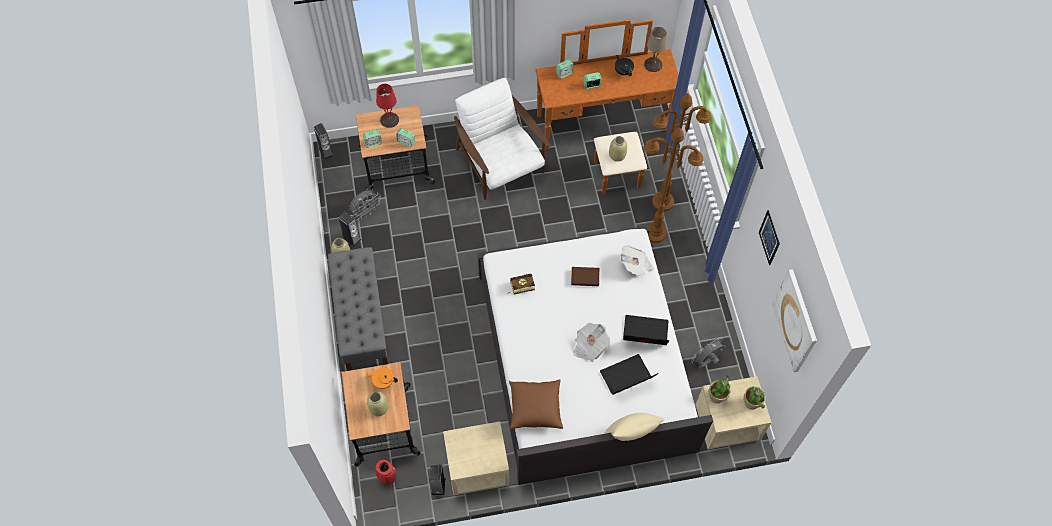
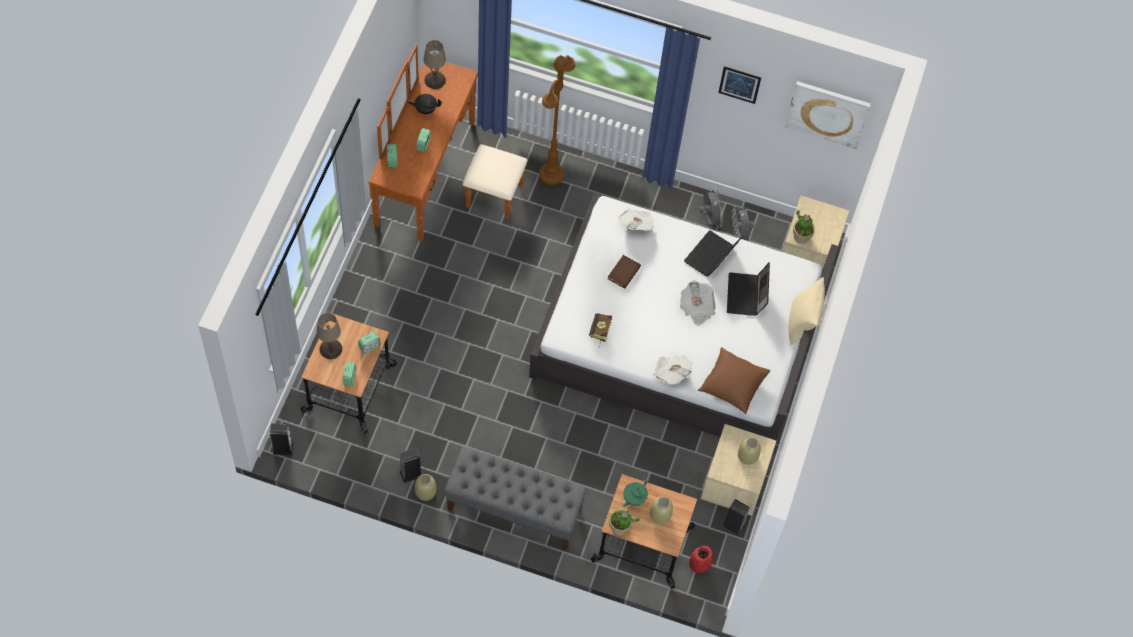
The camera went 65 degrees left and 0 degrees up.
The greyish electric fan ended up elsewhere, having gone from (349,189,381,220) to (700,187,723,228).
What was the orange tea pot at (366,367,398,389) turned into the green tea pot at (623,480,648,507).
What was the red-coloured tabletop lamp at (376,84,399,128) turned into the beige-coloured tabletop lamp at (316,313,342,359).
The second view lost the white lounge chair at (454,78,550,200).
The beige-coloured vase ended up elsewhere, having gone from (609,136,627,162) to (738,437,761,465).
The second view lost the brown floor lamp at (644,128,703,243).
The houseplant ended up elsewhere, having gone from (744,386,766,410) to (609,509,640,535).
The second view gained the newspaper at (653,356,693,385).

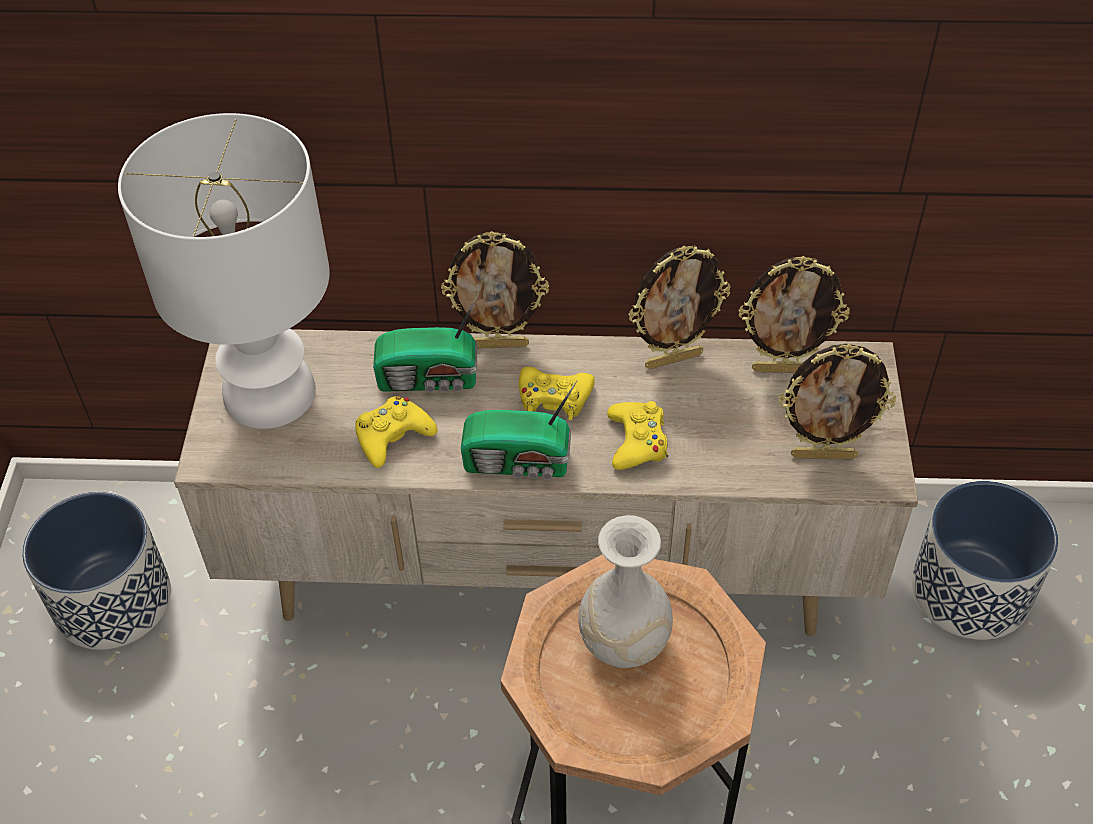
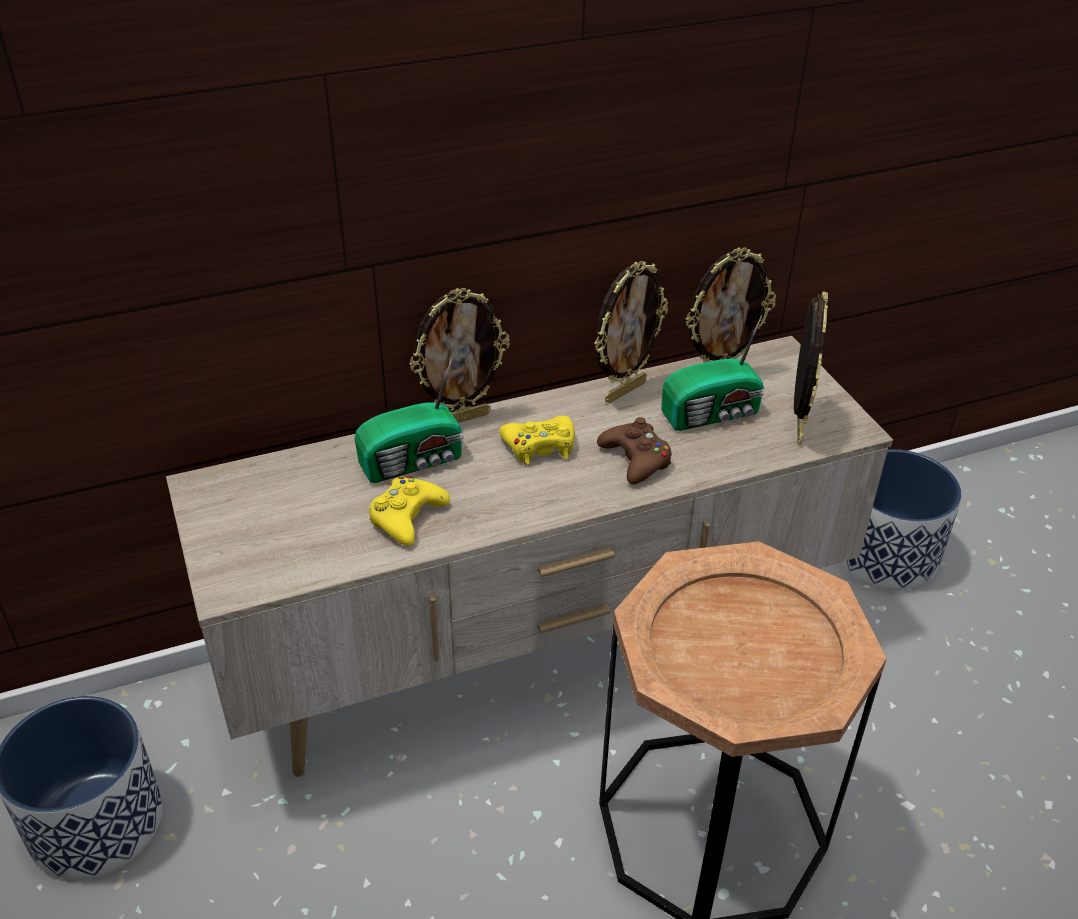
The camera went 25 degrees left and 10 degrees down.
The second view lost the white tabletop lamp at (118,113,330,429).
The radio ended up elsewhere, having gone from (461,381,577,480) to (661,315,765,431).
The second view lost the white vase at (578,515,673,668).
What was the yellowish joypad at (607,401,668,470) turned into the brown joypad at (597,417,672,485).
The picture frame at (779,344,896,459) ended up facing another way, 60 degrees counterclockwise from before.

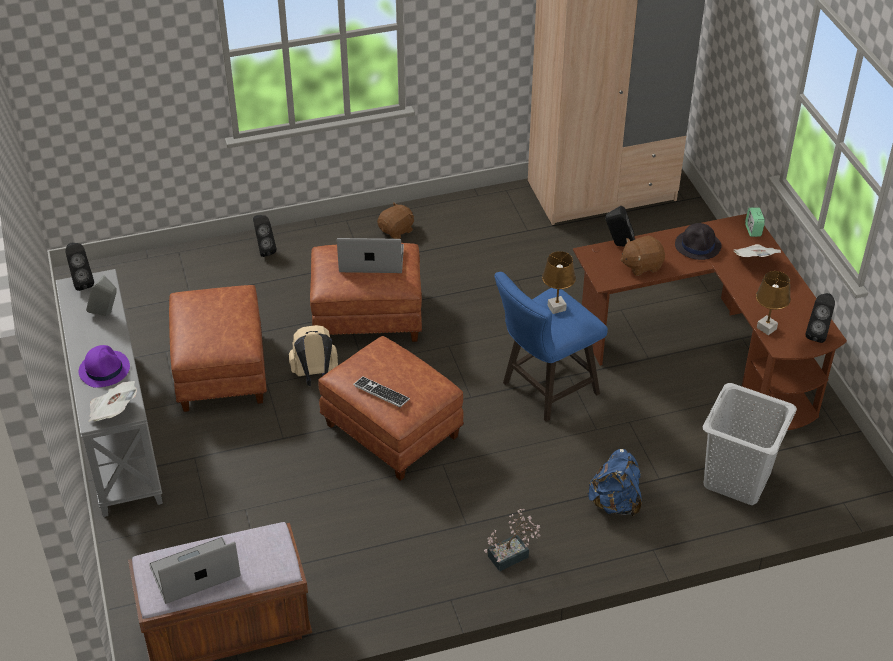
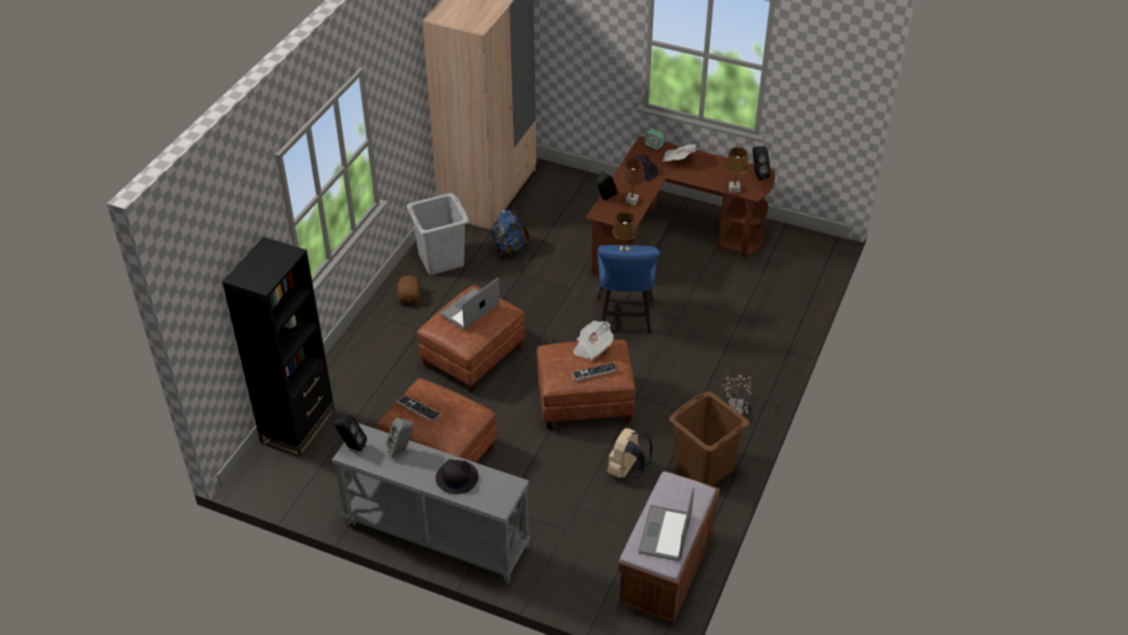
The camera went 50 degrees left and 0 degrees up.
What was the purple hat at (79,345,130,388) turned into the black hat at (436,459,478,494).
The newspaper ended up elsewhere, having gone from (89,381,137,422) to (573,321,614,361).
The second view lost the black speaker at (253,215,277,257).
The beige-coloured knapsack ended up elsewhere, having gone from (289,325,338,386) to (607,428,653,479).
The bluish knapsack ended up elsewhere, having gone from (588,449,642,516) to (491,210,530,255).
Where the brown cuddly toy stood at (620,236,665,276), the brown tabletop lamp came to stand at (621,159,645,205).
The greyish laundry basket ended up elsewhere, having gone from (703,383,797,505) to (406,193,469,275).
The second view gained the black bookshelf at (222,237,335,457).
The second view gained the computer keyboard at (397,395,441,421).
The second view gained the brown laundry basket at (669,391,750,486).

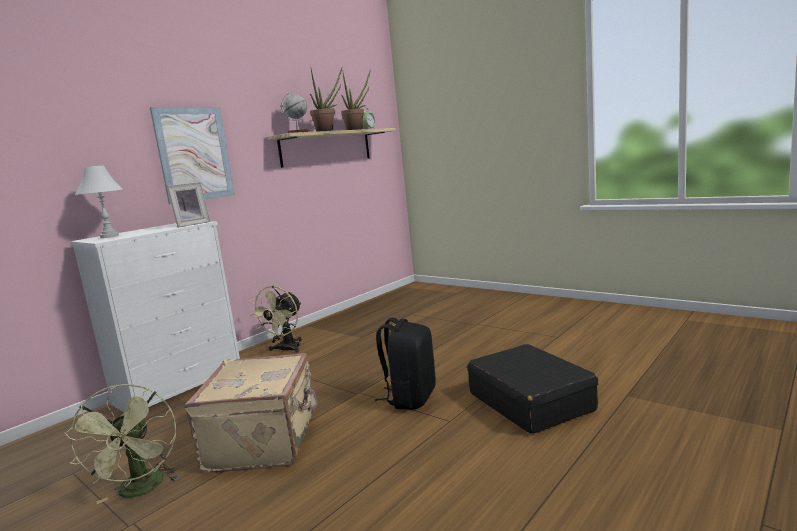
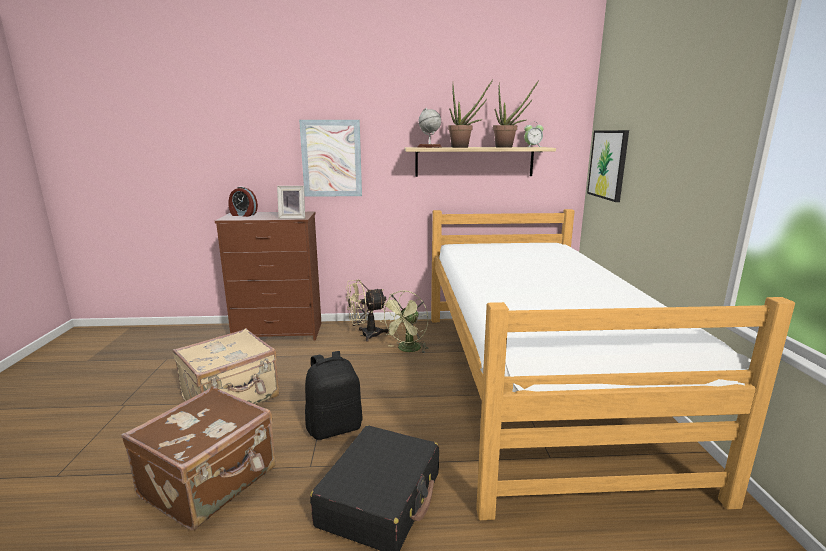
The camera went 45 degrees right and 5 degrees up.
The green electric fan ended up elsewhere, having gone from (64,384,179,504) to (379,291,429,354).
What was the white drawer chest at (70,222,240,413) turned into the brown drawer chest at (215,212,321,341).
Where the white tabletop lamp stood at (75,166,124,238), the table clock came to stand at (229,187,258,217).
The second view gained the brown travel case at (121,386,276,530).
The second view gained the sleeping bed at (431,209,795,520).
The second view gained the wall picture at (587,130,629,202).

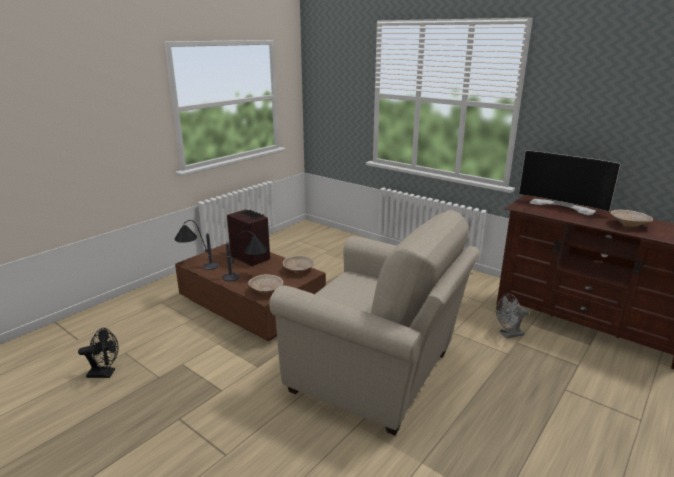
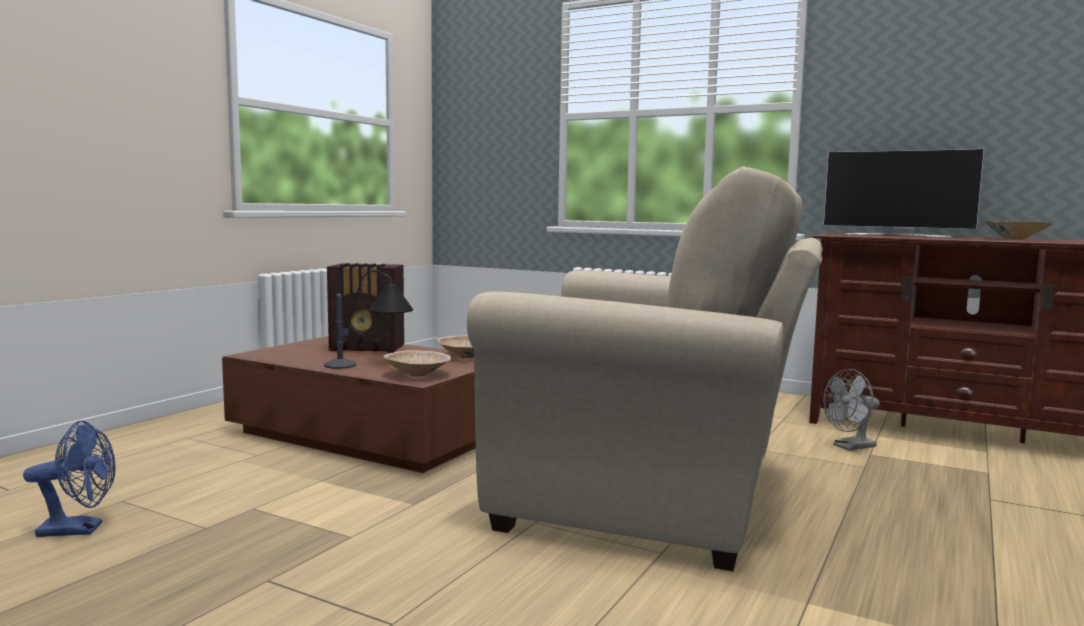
The camera went 10 degrees left and 15 degrees down.
What was the black electric fan at (78,328,118,378) turned into the bluish electric fan at (23,420,116,537).
The second view lost the tabletop lamp at (175,220,219,270).
The radio at (227,209,270,266) ended up facing another way, 150 degrees clockwise from before.

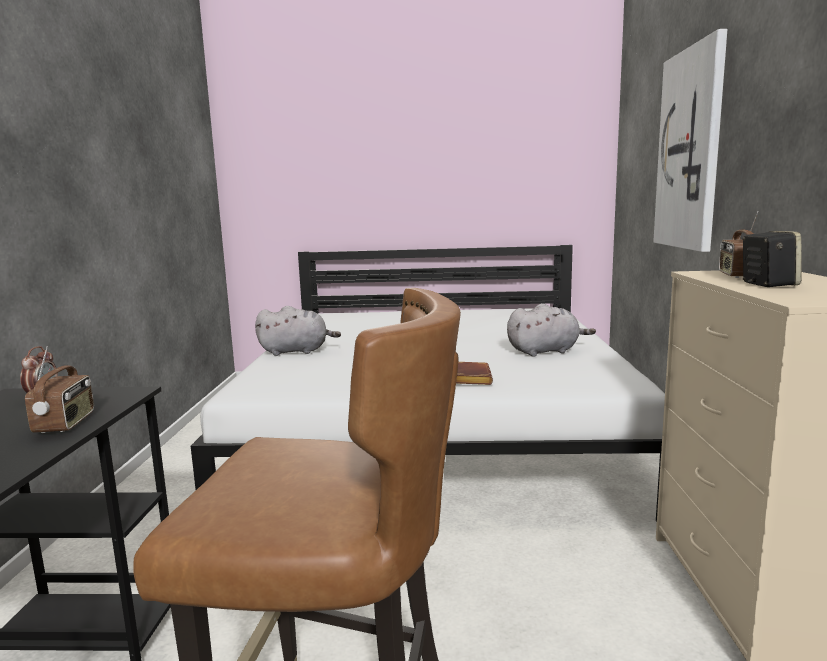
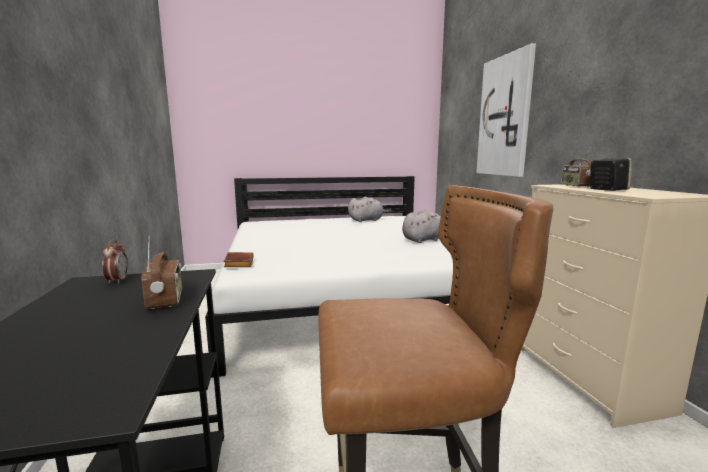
The camera went 15 degrees left and 0 degrees up.
The greyish cuddly toy ended up elsewhere, having gone from (255,306,341,356) to (348,197,392,222).
The brown book ended up elsewhere, having gone from (456,362,493,385) to (224,252,254,267).

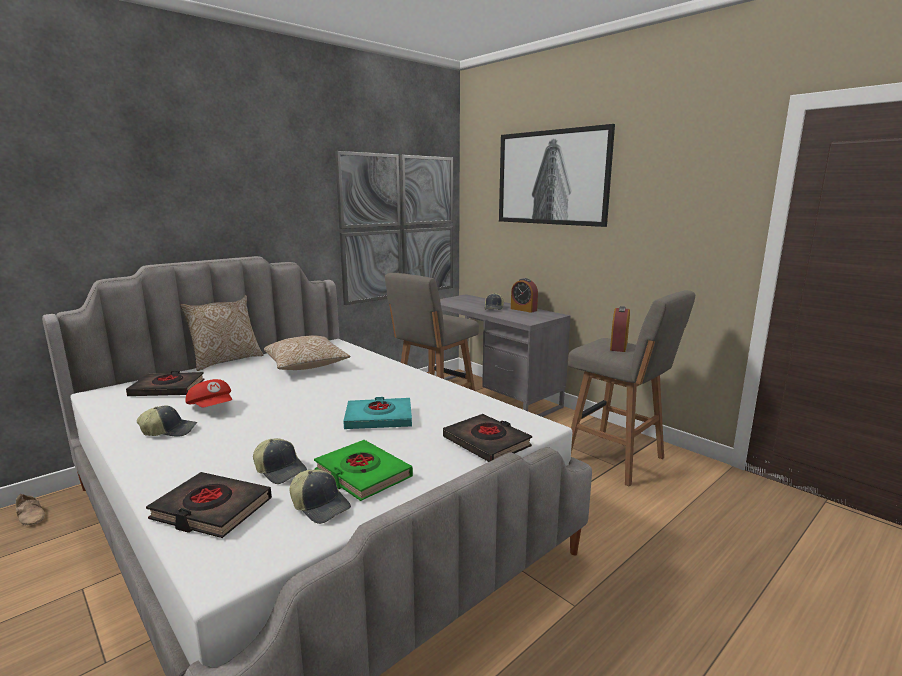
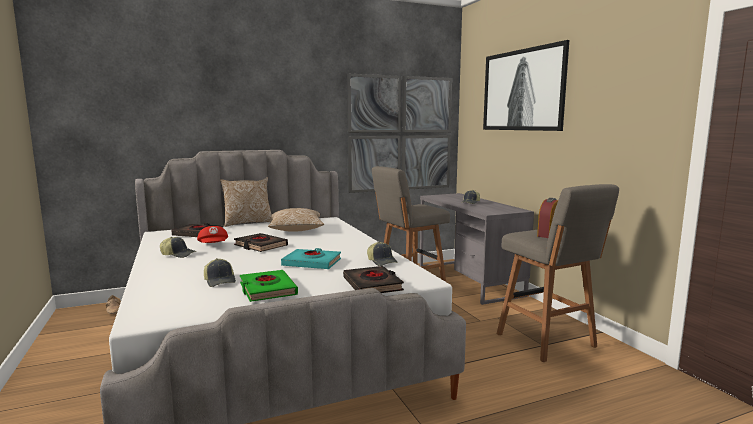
The camera went 20 degrees right and 5 degrees down.
The black book ended up elsewhere, having gone from (146,472,272,538) to (234,233,288,252).
The baseball cap ended up elsewhere, having gone from (289,469,351,524) to (367,242,398,266).
The second view lost the table clock at (511,278,538,313).

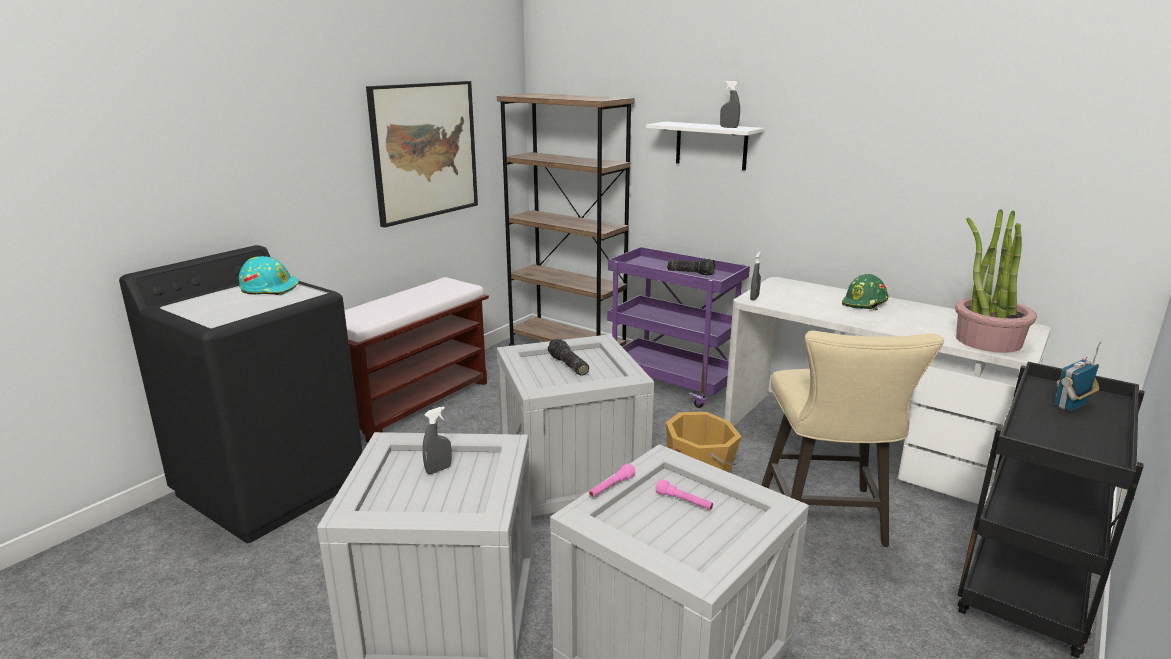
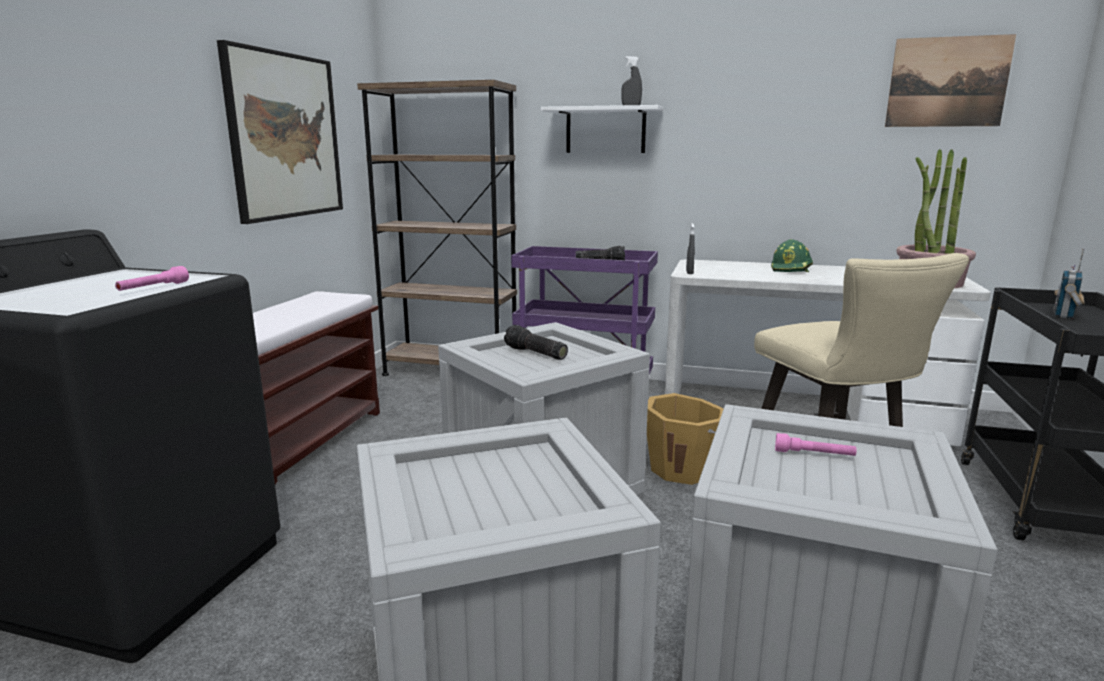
The camera went 20 degrees left and 5 degrees down.
The second view lost the turquoise safety helmet at (239,256,300,295).
The second view lost the greyish spray bottle at (422,406,452,474).
The pink torch ended up elsewhere, having gone from (589,463,635,497) to (115,266,189,291).
The second view gained the wall picture at (885,34,1016,127).

